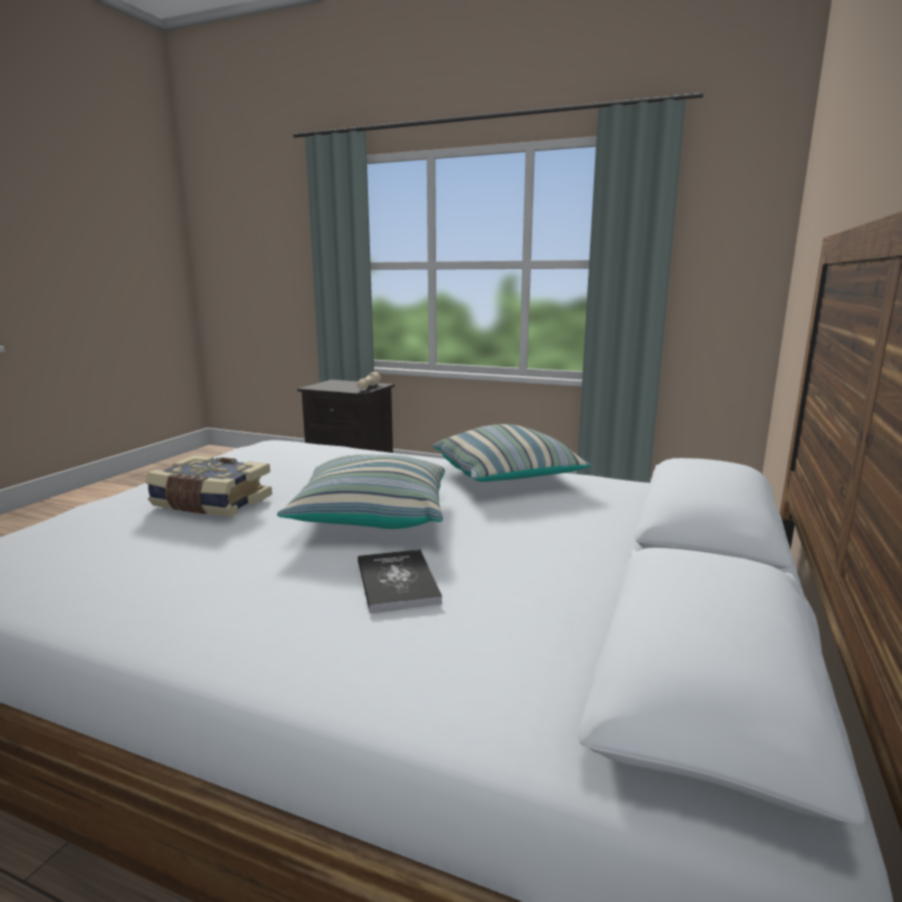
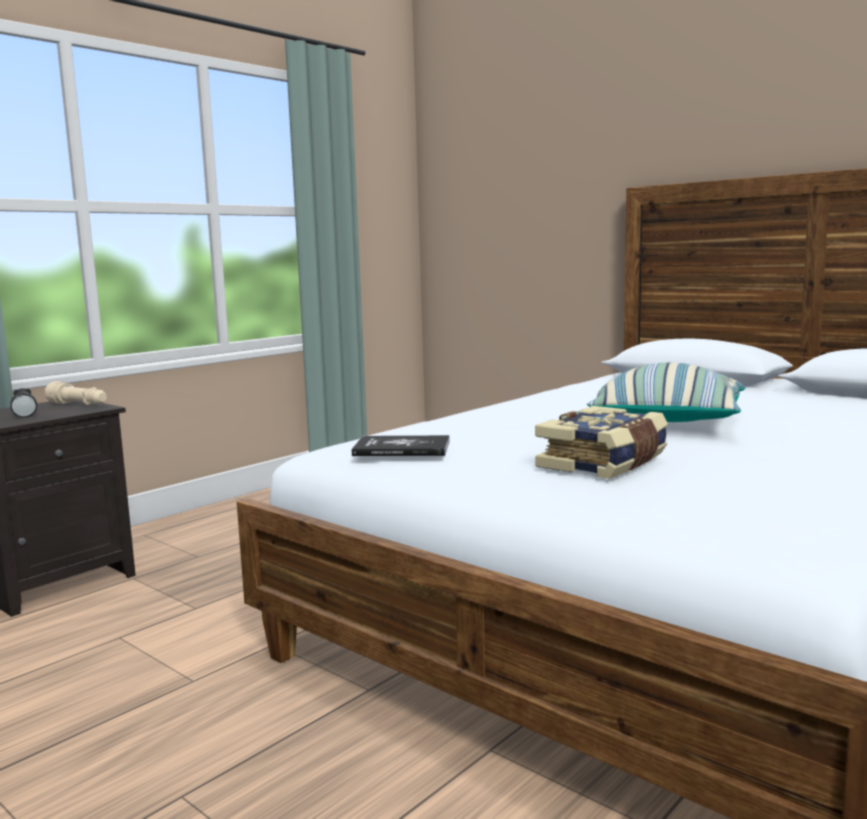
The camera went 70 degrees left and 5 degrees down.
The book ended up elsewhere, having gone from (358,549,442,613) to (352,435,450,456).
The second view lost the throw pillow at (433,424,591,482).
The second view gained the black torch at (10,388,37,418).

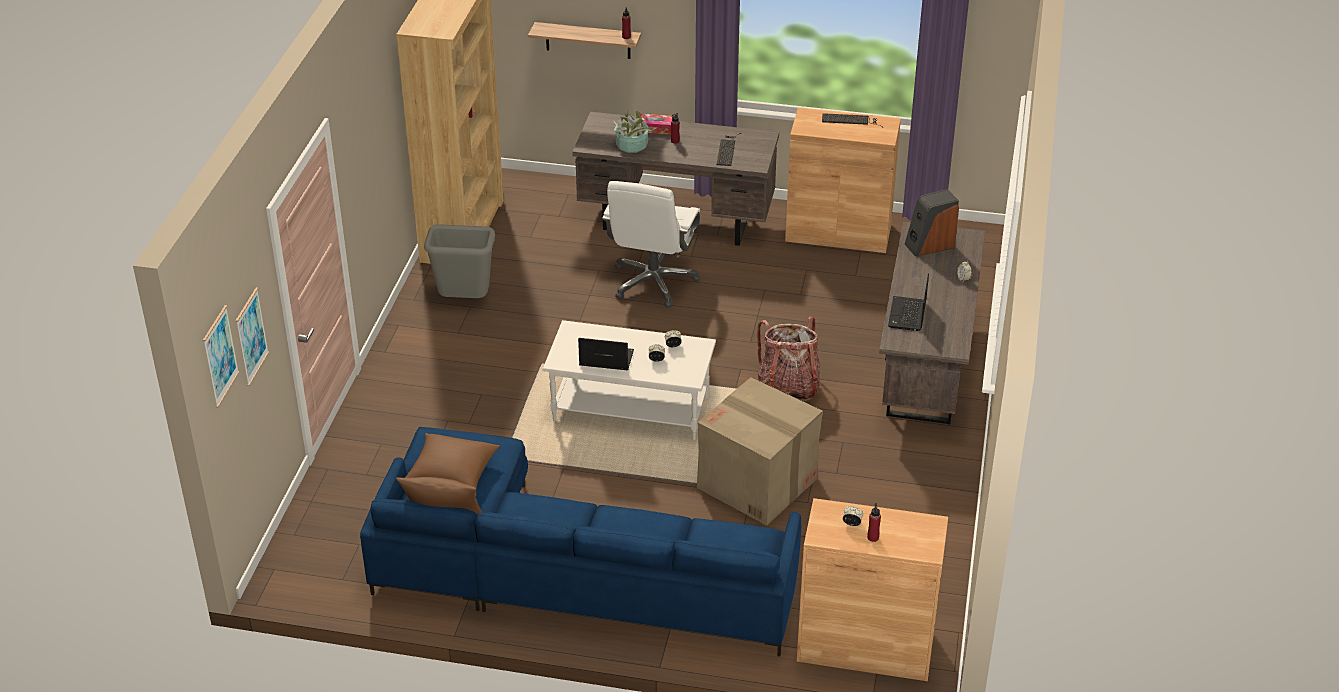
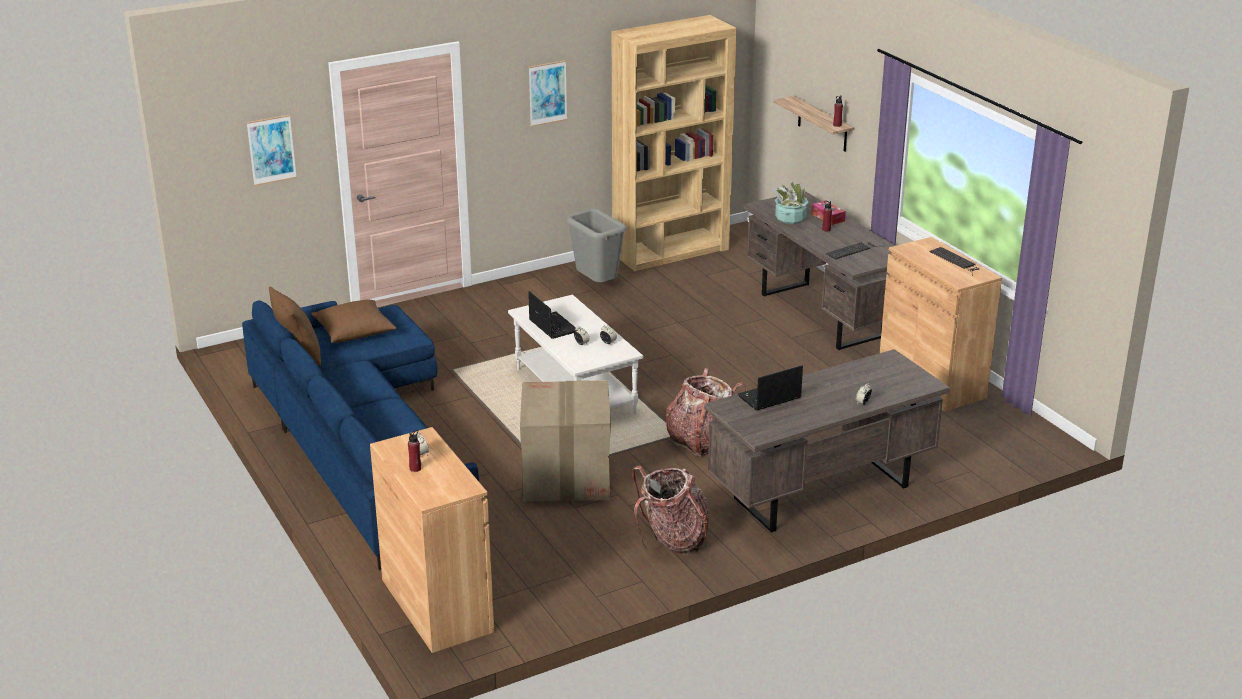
The camera went 50 degrees right and 10 degrees down.
The wall picture ended up elsewhere, having gone from (203,305,239,408) to (529,60,567,127).
The second view lost the white office chair at (602,181,700,308).
The second view lost the speaker at (905,189,959,256).
The second view gained the knapsack at (632,466,709,554).

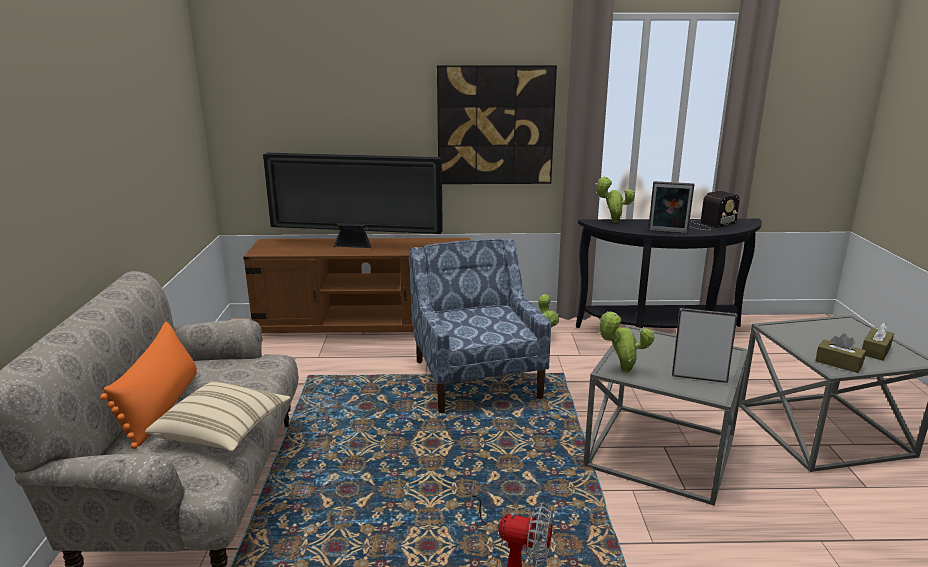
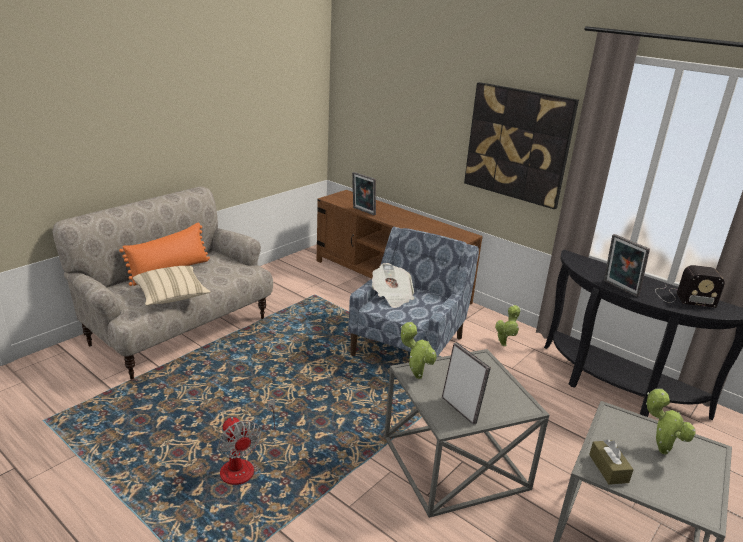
The camera went 40 degrees right and 5 degrees up.
The second view lost the TV set at (263,153,443,248).
The houseplant ended up elsewhere, having gone from (595,177,635,223) to (646,389,696,455).
The second view lost the brown tissue box at (862,322,894,361).
The second view gained the picture frame at (352,172,376,215).
The second view gained the newspaper at (372,263,414,308).

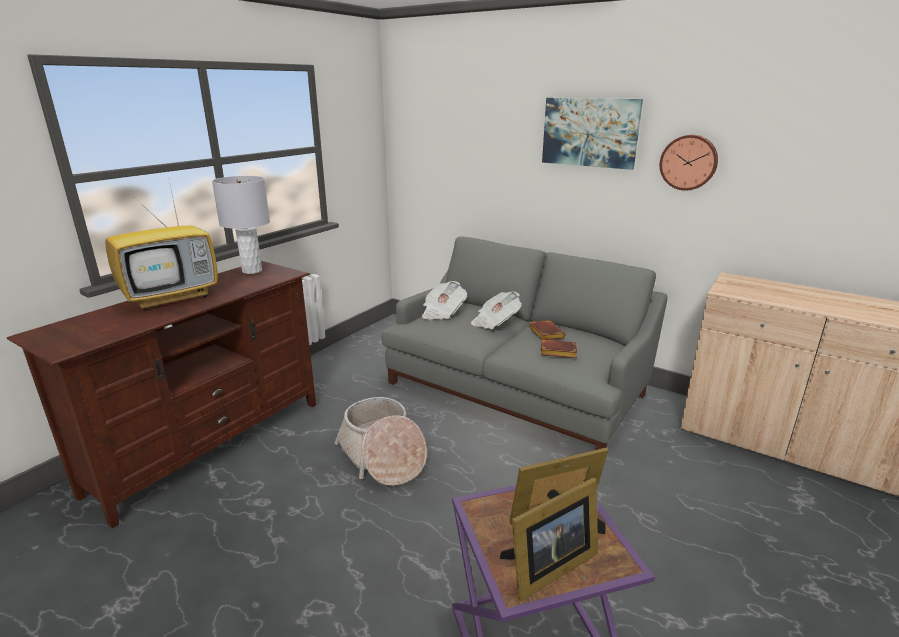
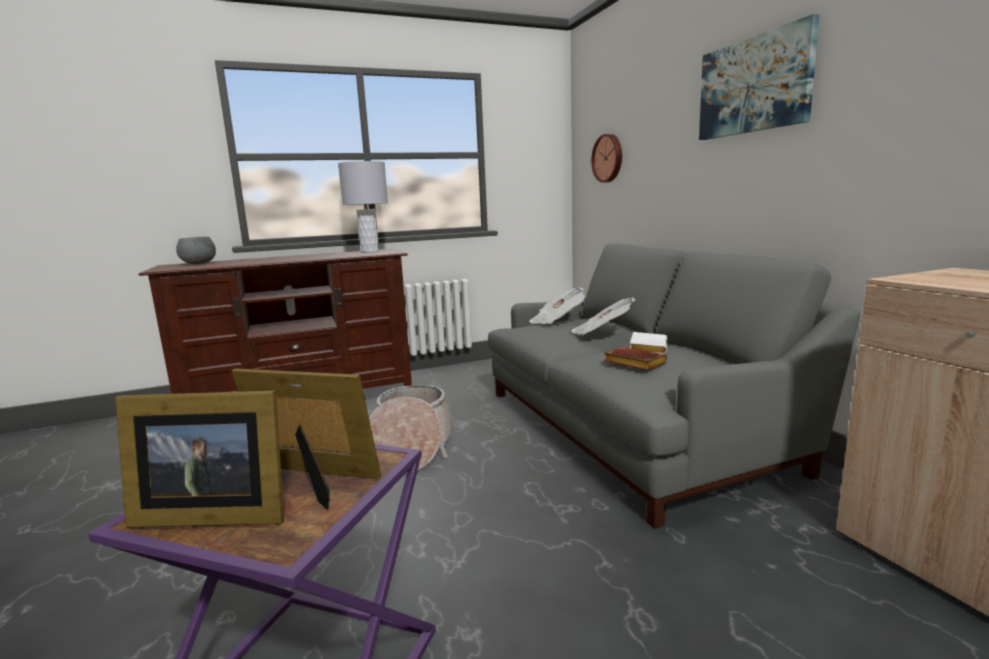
The camera went 35 degrees right and 10 degrees down.
The second view lost the TV set at (105,181,218,310).
What was the brown book at (528,320,566,340) turned into the white book at (630,332,668,354).
The wall clock ended up elsewhere, having gone from (660,135,718,191) to (591,134,622,183).
The second view gained the greyish serving bowl at (176,237,216,264).

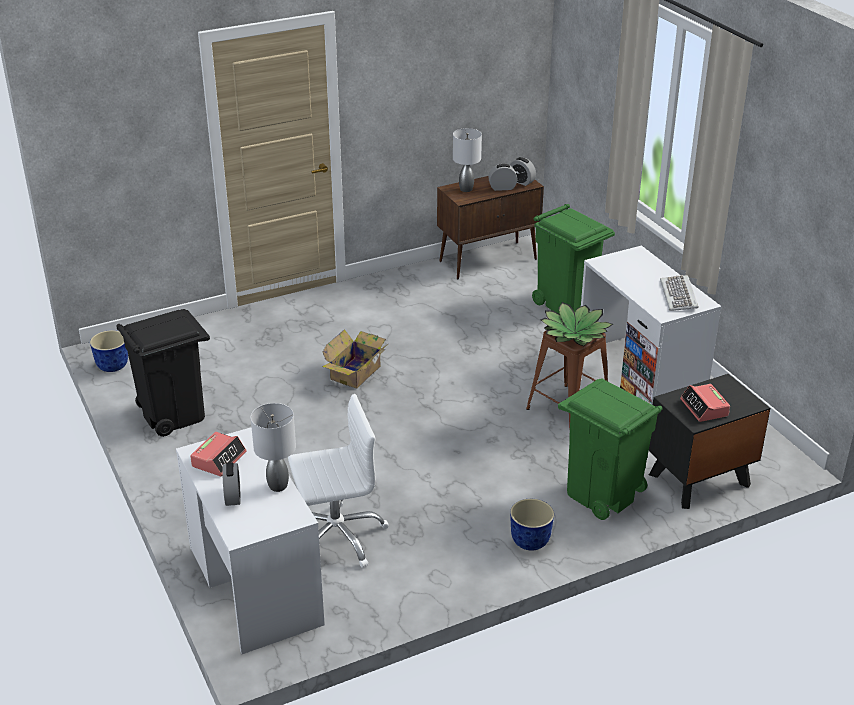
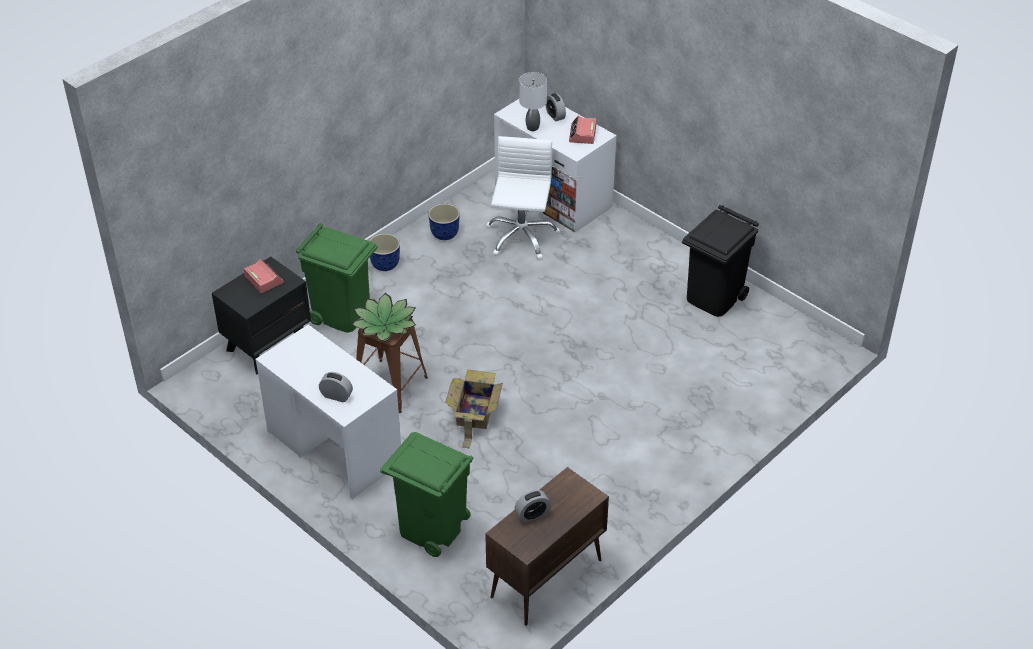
The camera went 160 degrees right and 10 degrees up.
The plant pot ended up elsewhere, having gone from (90,330,128,372) to (428,203,460,240).
The white office chair at (288,394,389,568) ended up facing another way, 135 degrees clockwise from before.
The carton ended up elsewhere, having gone from (322,329,388,389) to (445,370,503,449).
The second view lost the greyish tabletop lamp at (453,128,482,192).
The table clock ended up elsewhere, having gone from (510,157,536,186) to (319,372,353,402).
The second view lost the computer keyboard at (660,275,699,311).

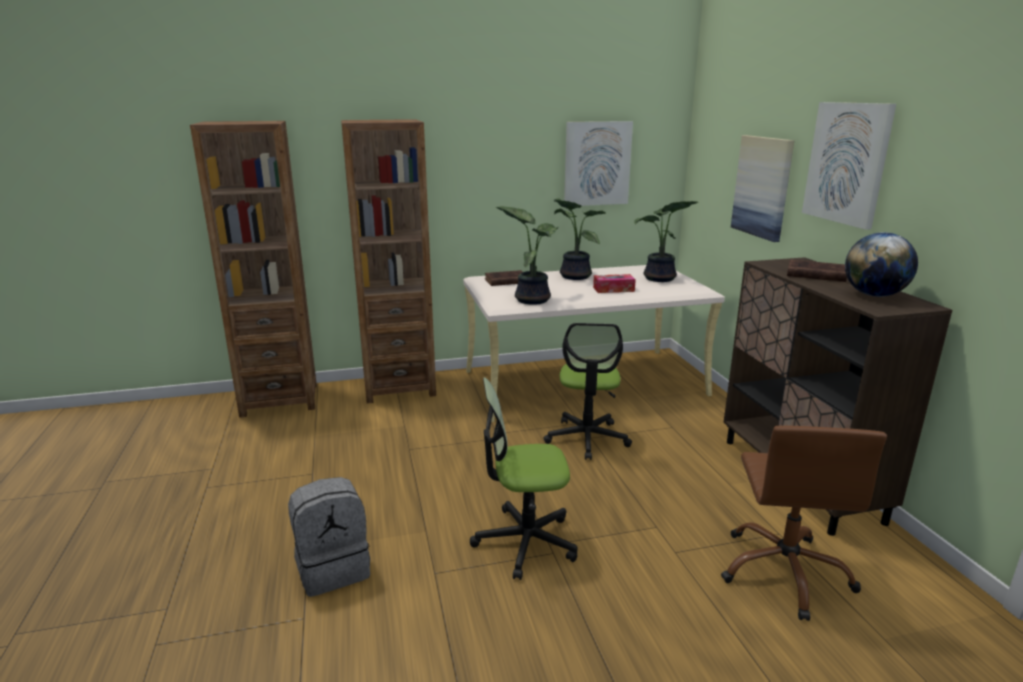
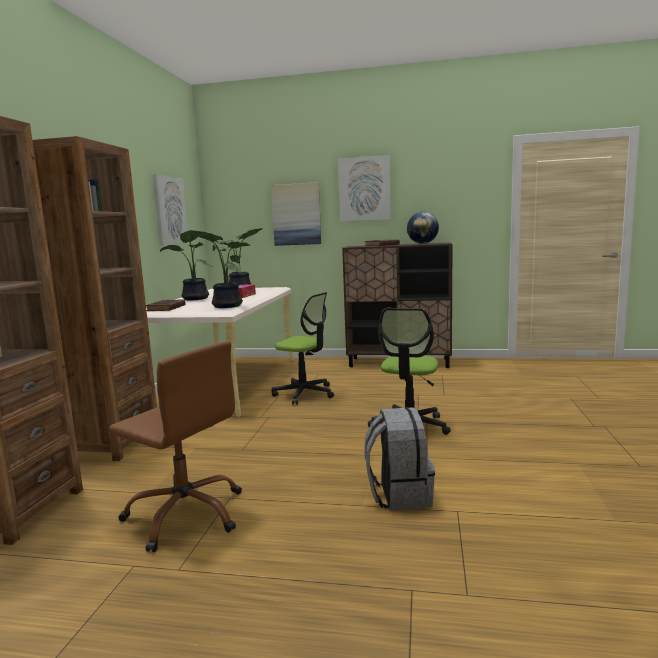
The camera went 65 degrees left and 10 degrees down.
The brown office chair ended up elsewhere, having gone from (721,426,887,621) to (109,341,242,552).

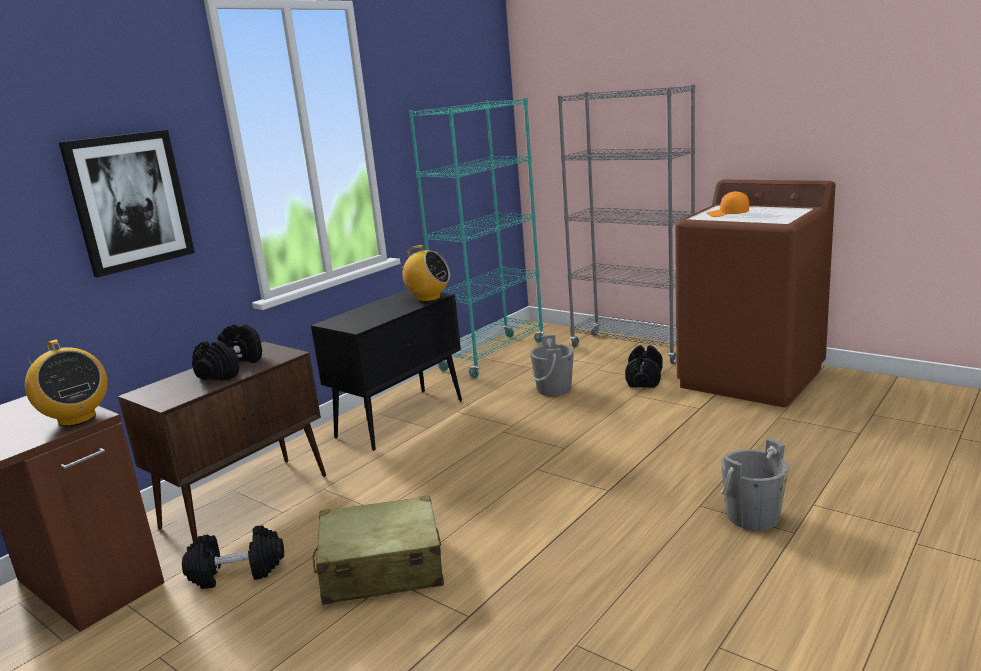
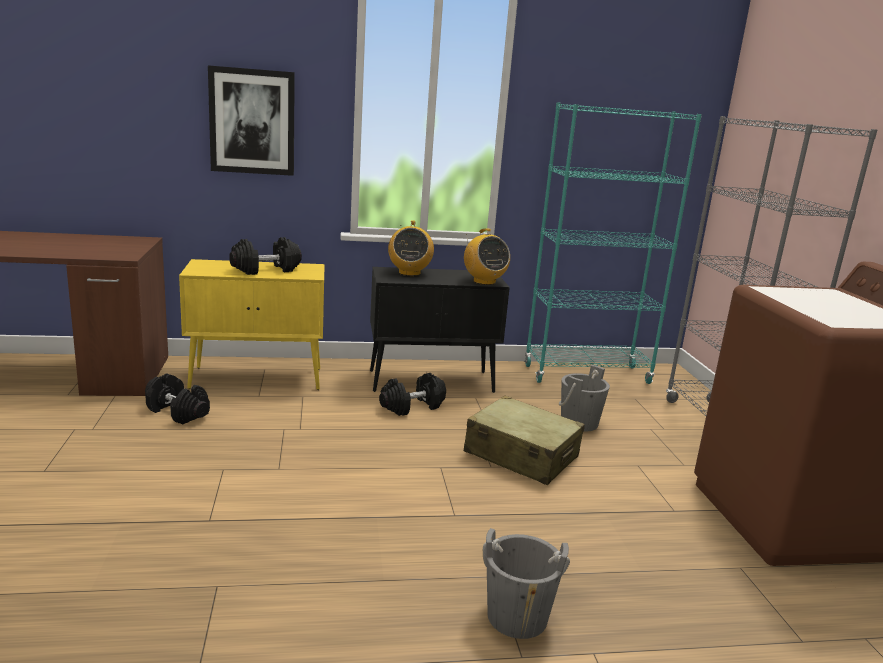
The camera went 40 degrees right and 0 degrees up.
The radio ended up elsewhere, having gone from (25,340,107,427) to (388,220,434,276).
What was the brown cabinet at (118,342,326,543) turned into the yellowish cabinet at (179,259,325,390).
The beige-coloured travel case ended up elsewhere, having gone from (313,496,444,605) to (464,395,585,485).
The black free weight ended up elsewhere, having gone from (625,345,663,388) to (379,373,446,416).
The second view lost the orange baseball cap at (707,191,749,217).

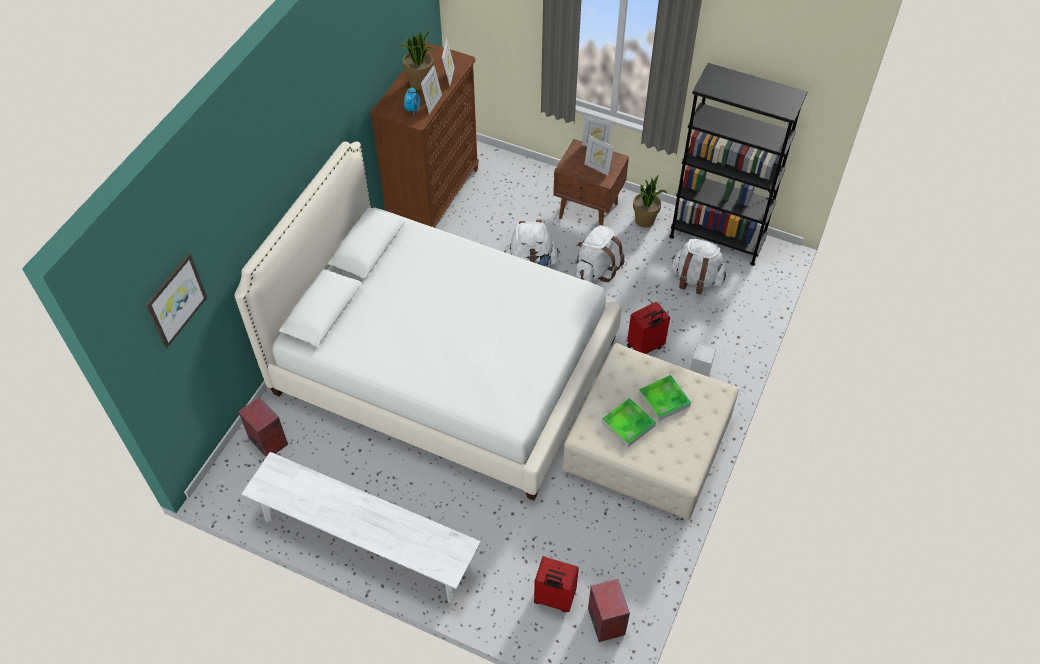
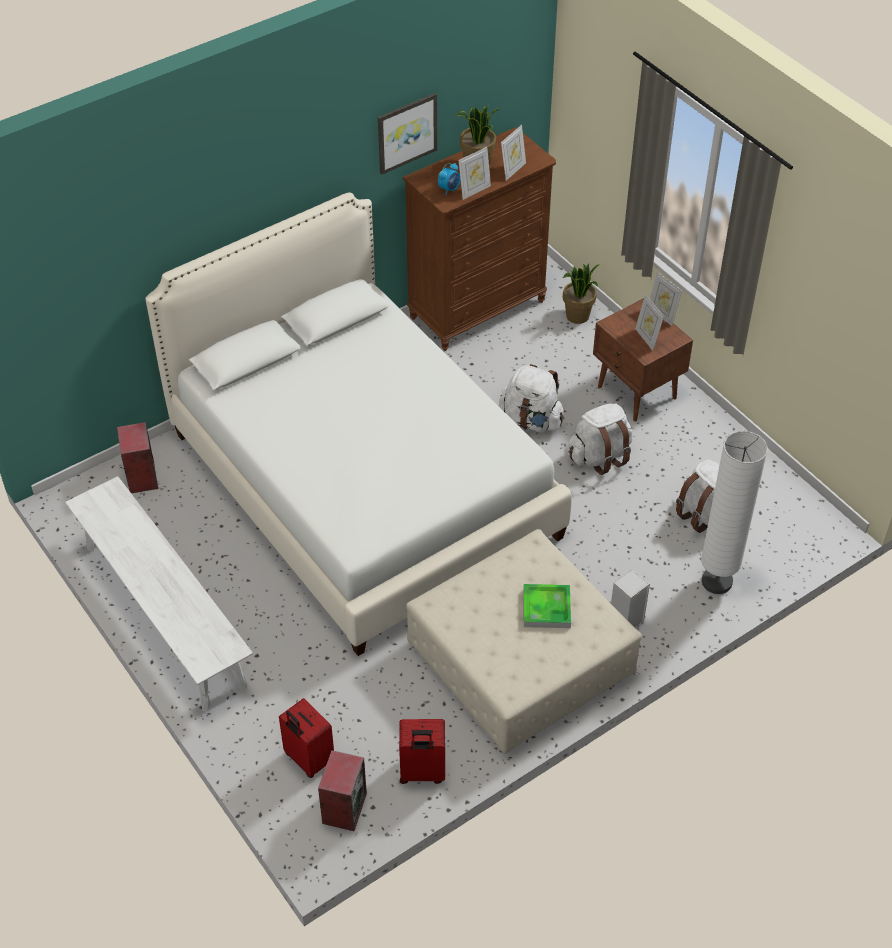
The camera went 30 degrees right and 5 degrees down.
The wall picture ended up elsewhere, having gone from (145,253,207,348) to (378,93,437,175).
The second view lost the serving tray at (602,398,656,447).
The red-coloured travel case ended up elsewhere, having gone from (627,302,670,354) to (399,719,445,784).
The houseplant ended up elsewhere, having gone from (633,175,667,228) to (563,263,600,324).
The second view lost the black bookshelf at (669,63,808,266).
The second view gained the white floor lamp at (701,431,768,594).

